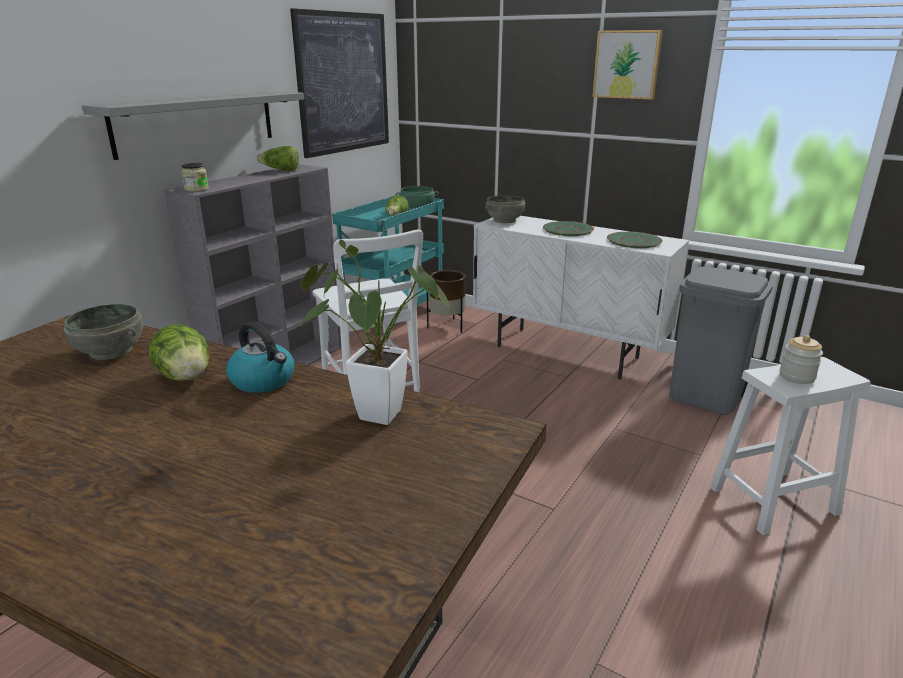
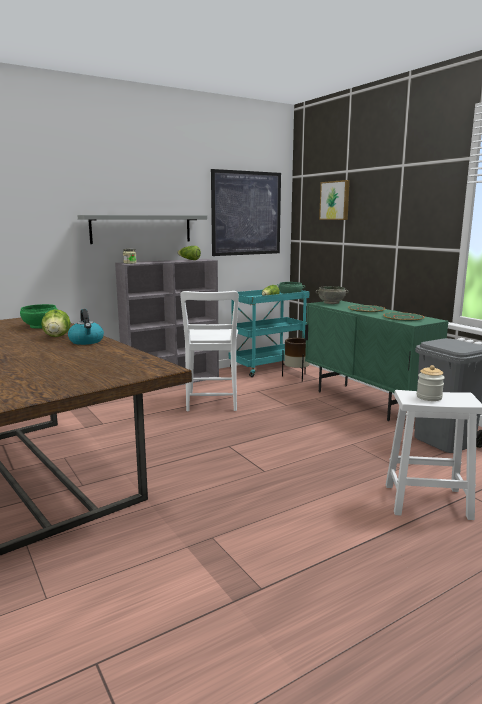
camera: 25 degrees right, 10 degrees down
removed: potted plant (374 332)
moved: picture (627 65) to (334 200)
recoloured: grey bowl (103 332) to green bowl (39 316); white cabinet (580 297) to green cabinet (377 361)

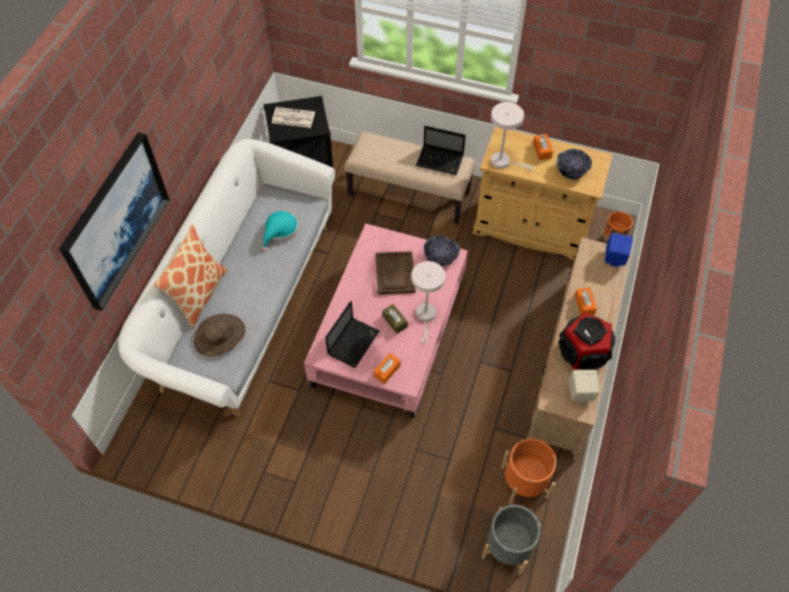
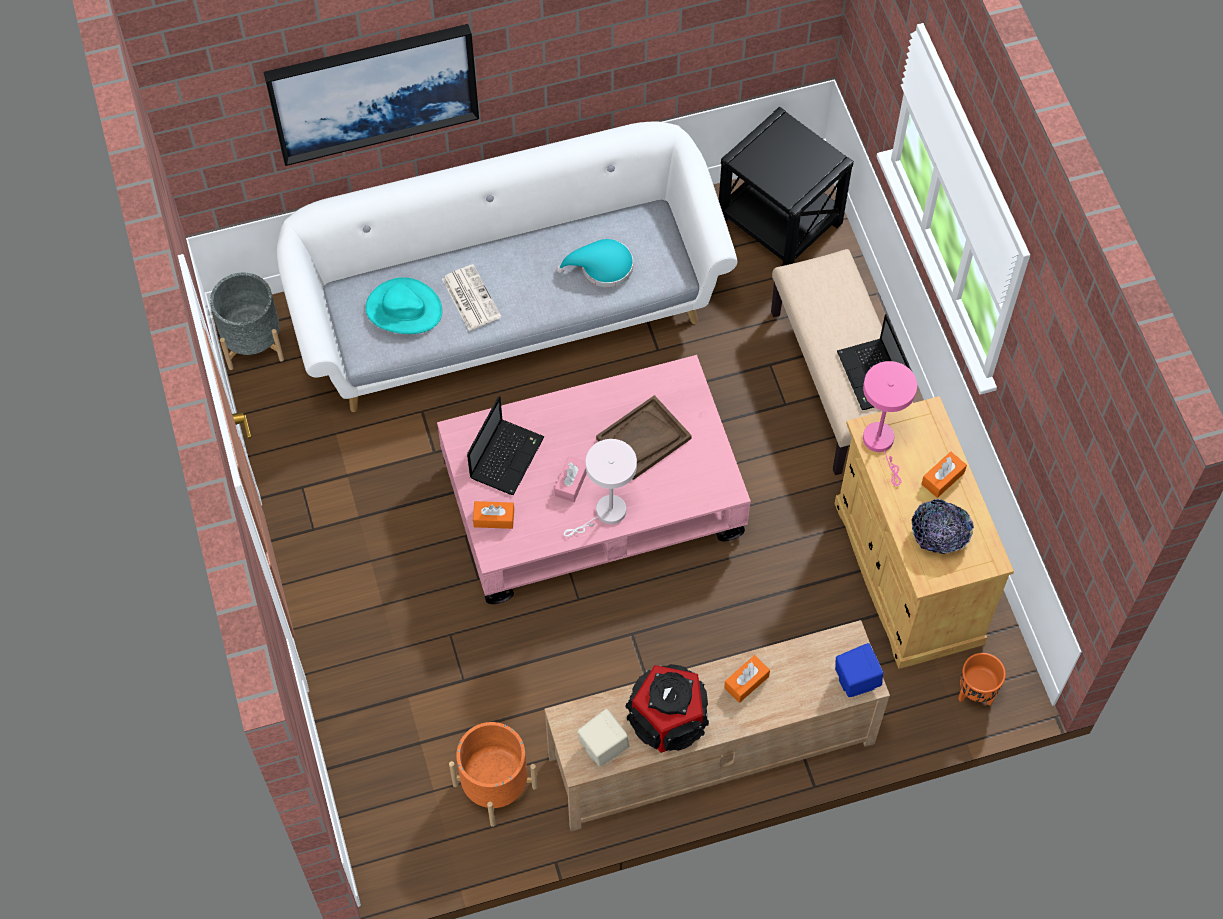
camera: 55 degrees right, 5 degrees up
removed: pillow (190 276); bowl (442 250)
moved: newspaper (293 117) to (472 297); grey planter (511 540) to (247 321)
recoloured: brown hat (219 335) to turquoise hat (404 305); brown tissue box (395 319) to pink tissue box (571 479); white table lamp (512 136) to pink table lamp (890 423)
turned: laptop (352 334) = (506 445) 60 degrees counterclockwise

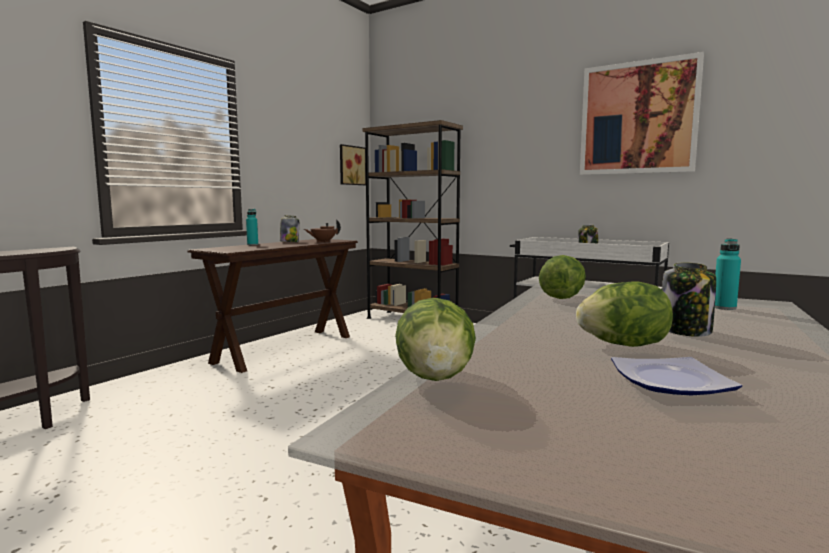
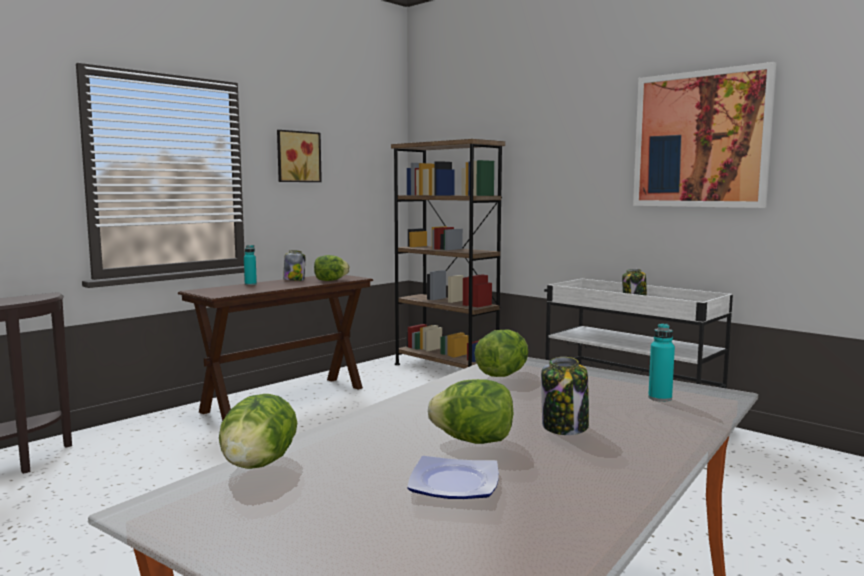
camera: 10 degrees right, 0 degrees up
moved: picture (353 164) to (299 156)
replaced: brown teapot (322 231) to lettuce (332 268)

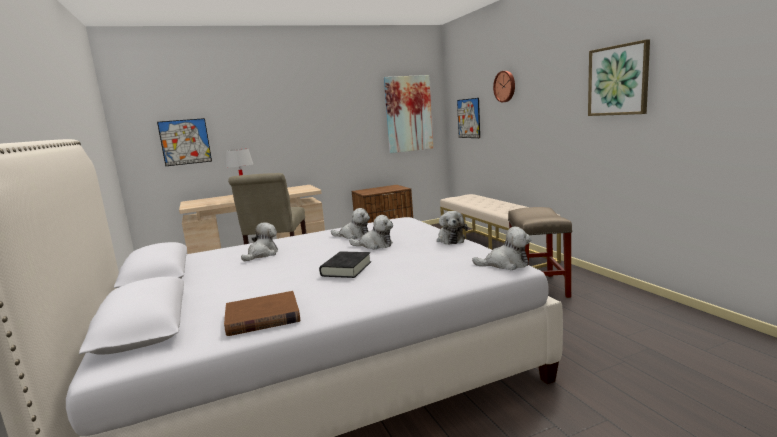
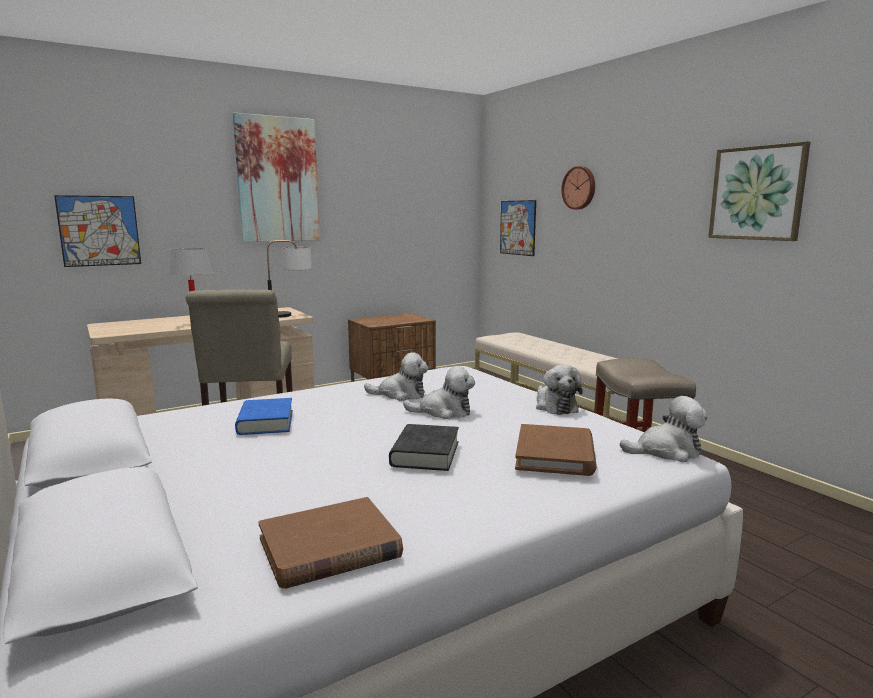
camera: 10 degrees left, 0 degrees up
added: table lamp (289 279); brown book (556 450)
moved: picture (408 114) to (276 177)
replaced: plush toy (259 242) to blue book (264 416)

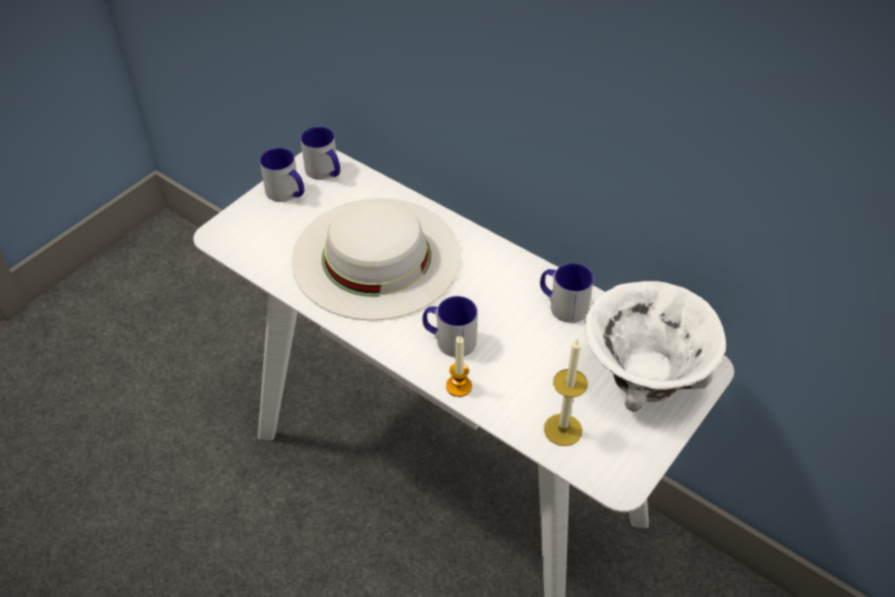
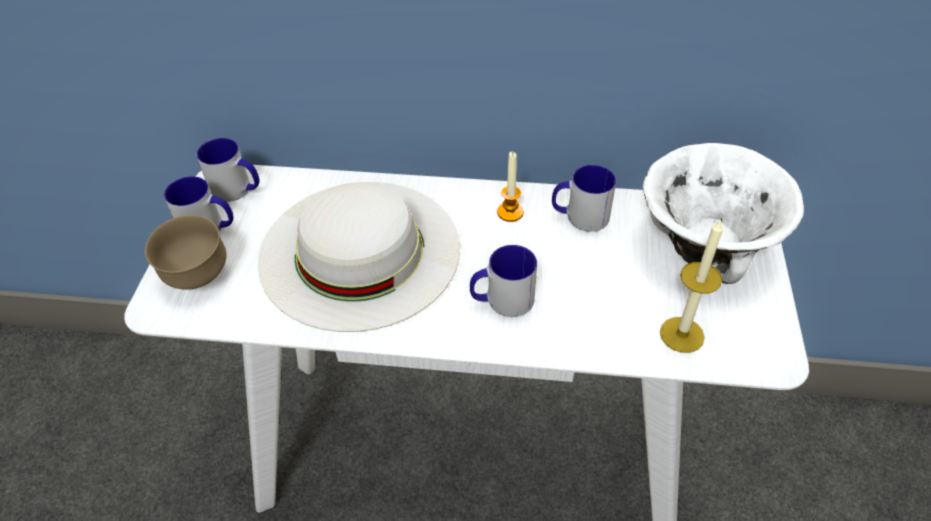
camera: 30 degrees left, 0 degrees up
added: brown bowl (185 252)
moved: candle (459 366) to (510 187)

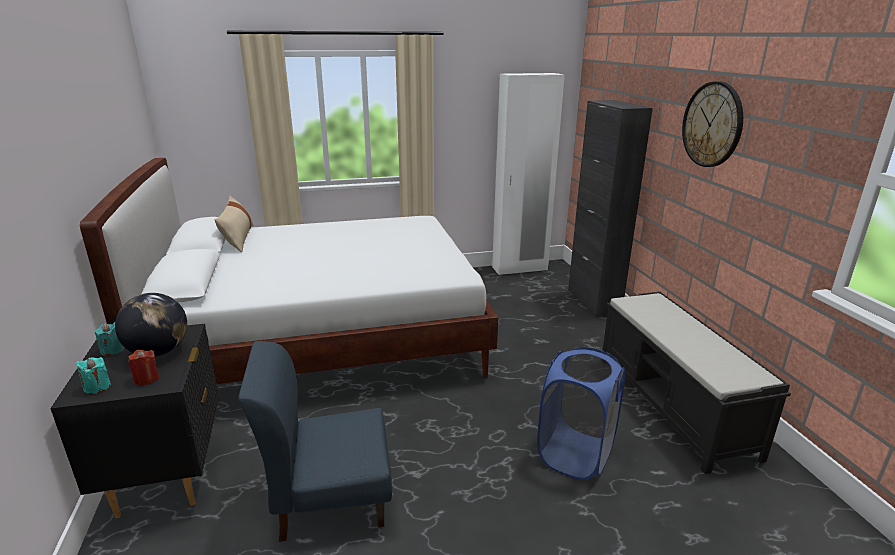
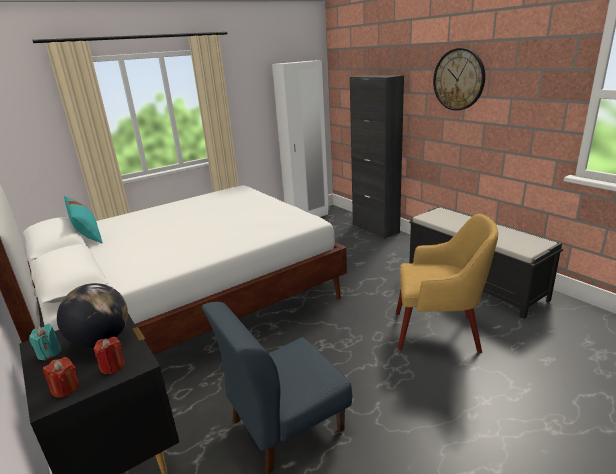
camera: 20 degrees left, 0 degrees up
replaced: blue laundry basket (581 413) to yellow armchair (447 284)
recoloured: turquoise candle (93 375) to red candle (61 377); beige pillow (233 224) to turquoise pillow (83 219)

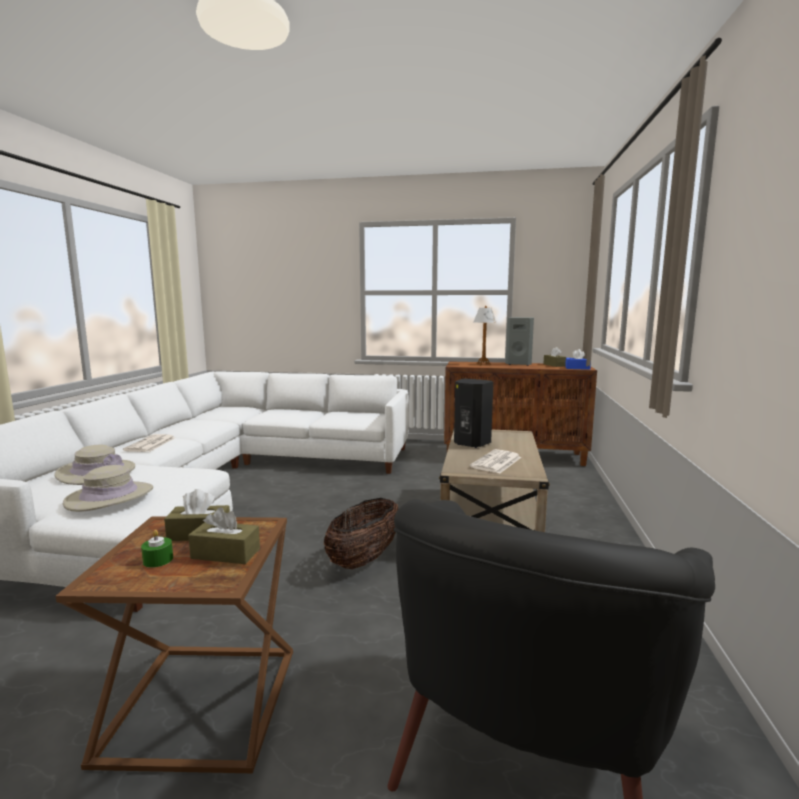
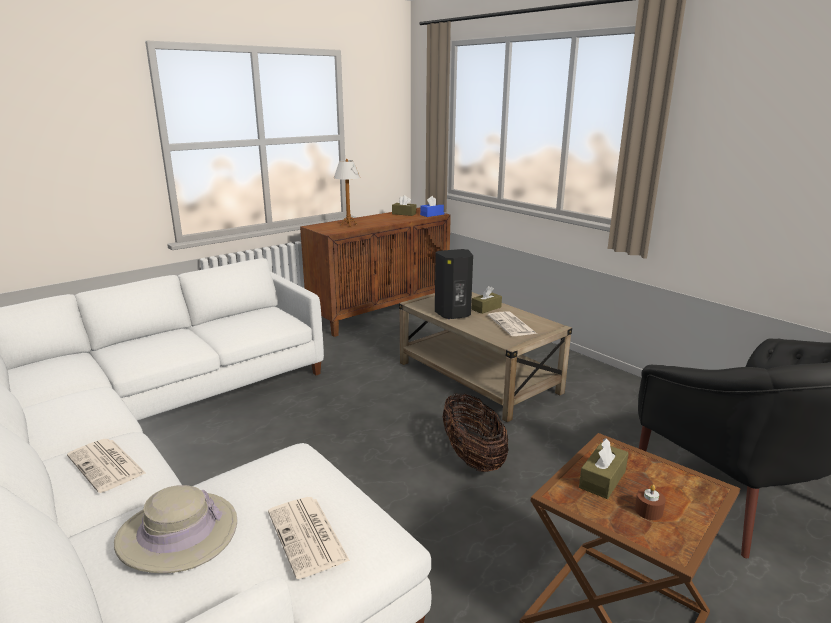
camera: 50 degrees left, 10 degrees up
removed: grey speaker (520 341)
moved: brown tissue box (224 535) to (486 300)
replaced: beige hat (108 488) to newspaper (309 538)
recoloured: green candle (157 549) to brown candle (650 502)

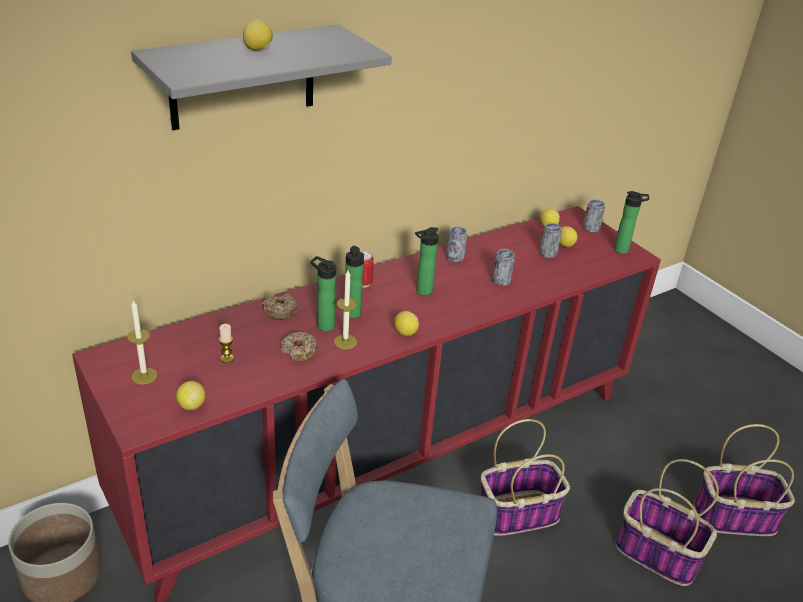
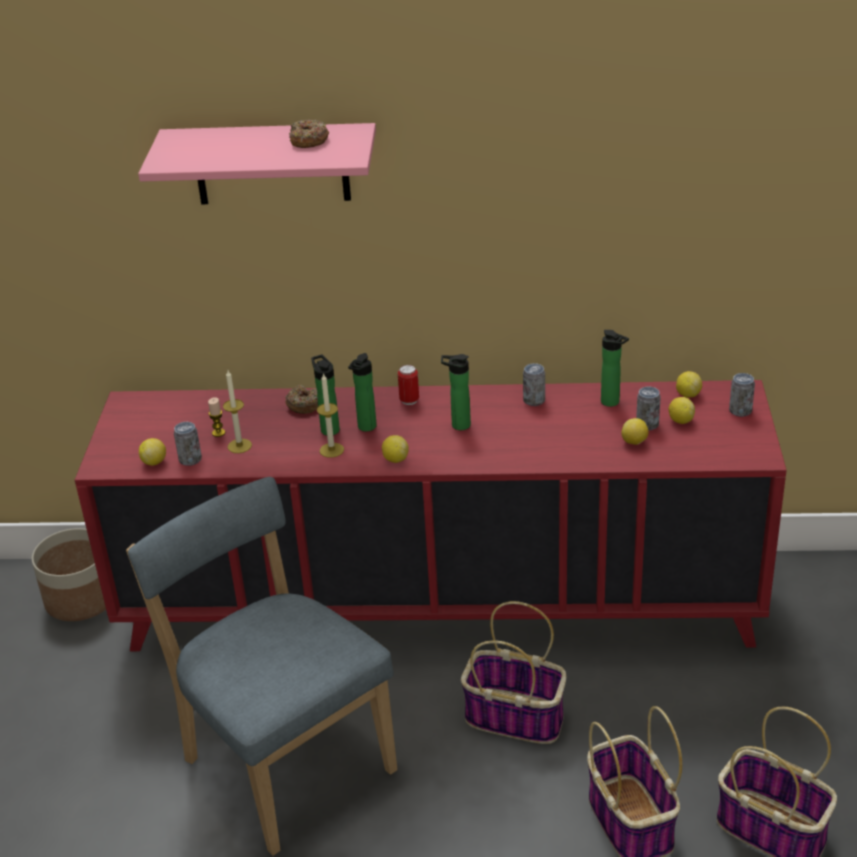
camera: 40 degrees right, 0 degrees up
moved: candle (142 342) to (237 411); lemon (258 35) to (635 431); donut (299 347) to (309 134); can (503 267) to (188 444); bottle (631 222) to (615 368)
recoloured: grey shelf (261 77) to pink shelf (257 163)

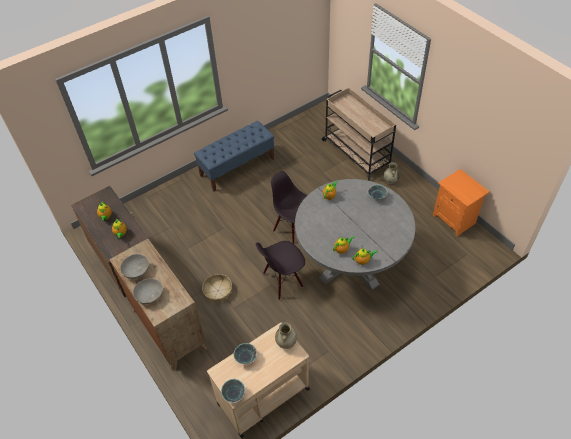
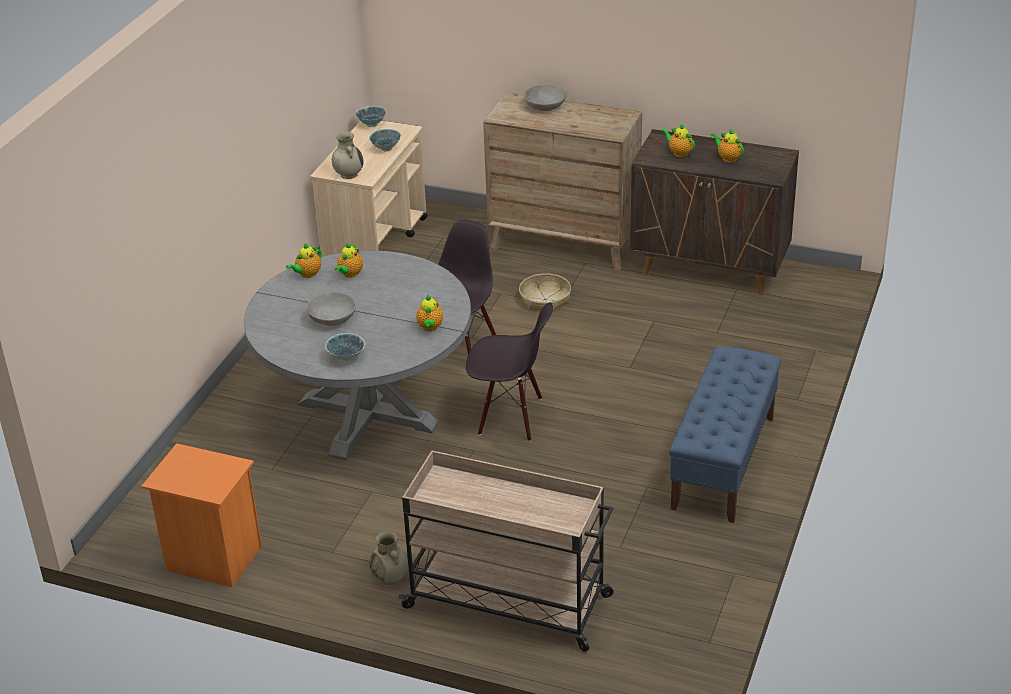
camera: 145 degrees right, 15 degrees down
moved: grey bowl (134 266) to (331 309)

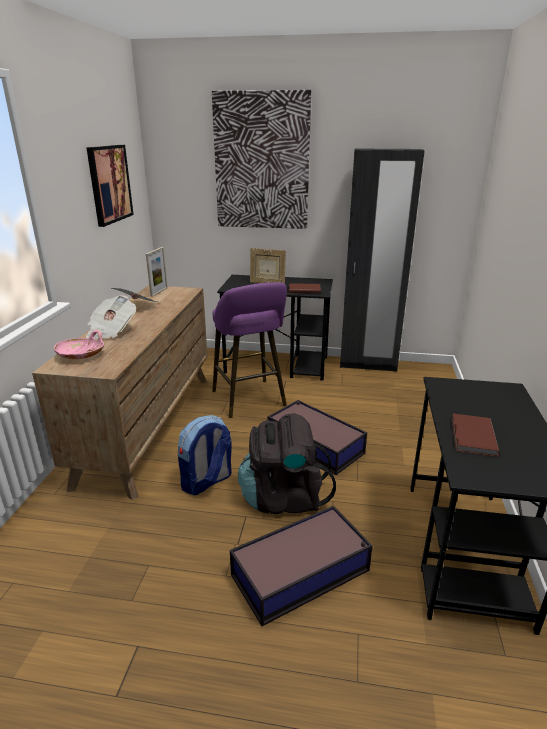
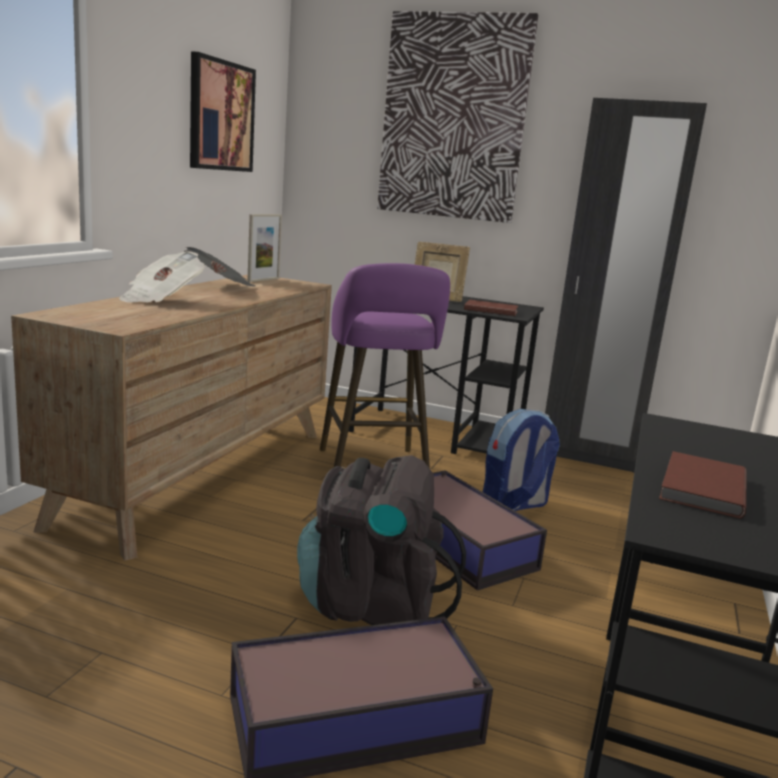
camera: 10 degrees right, 10 degrees down
removed: pink bowl (79 344)
moved: backpack (205 455) to (521 460)

